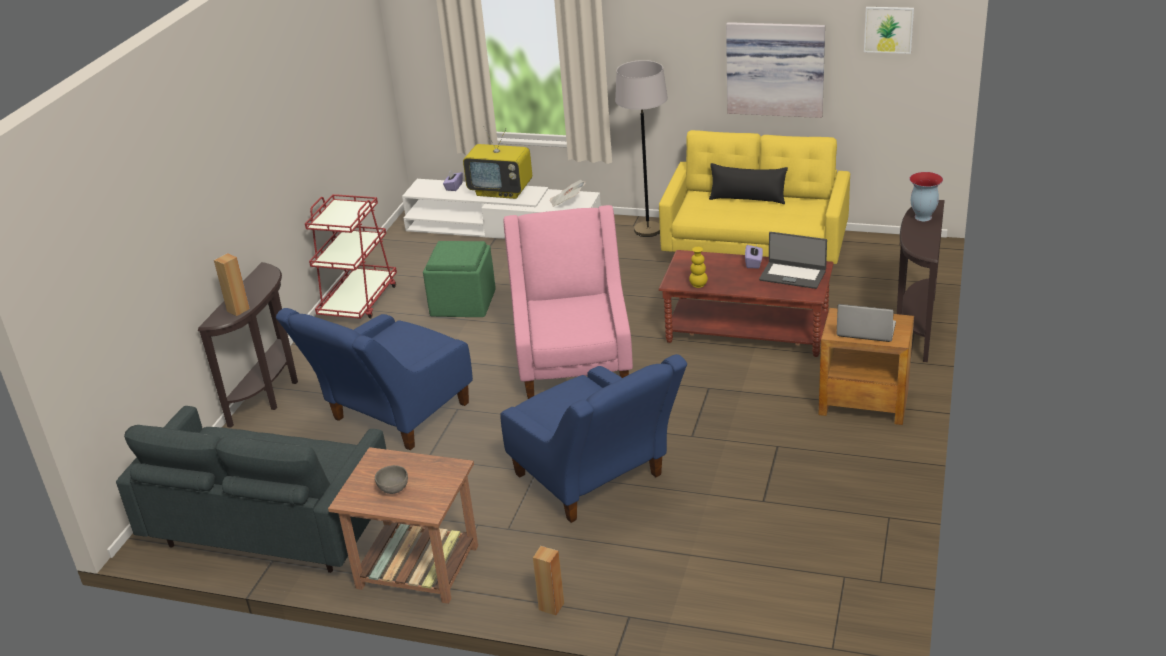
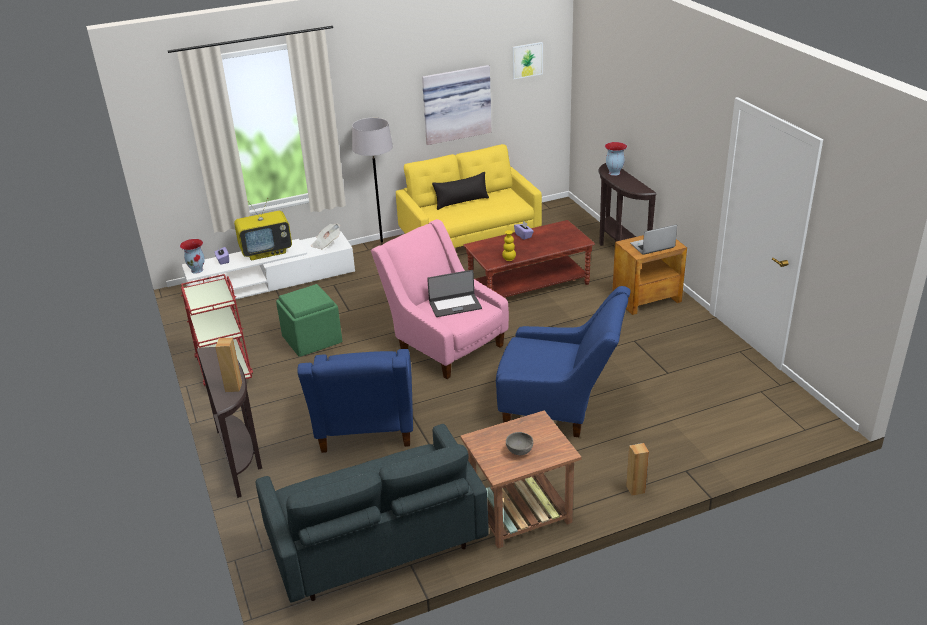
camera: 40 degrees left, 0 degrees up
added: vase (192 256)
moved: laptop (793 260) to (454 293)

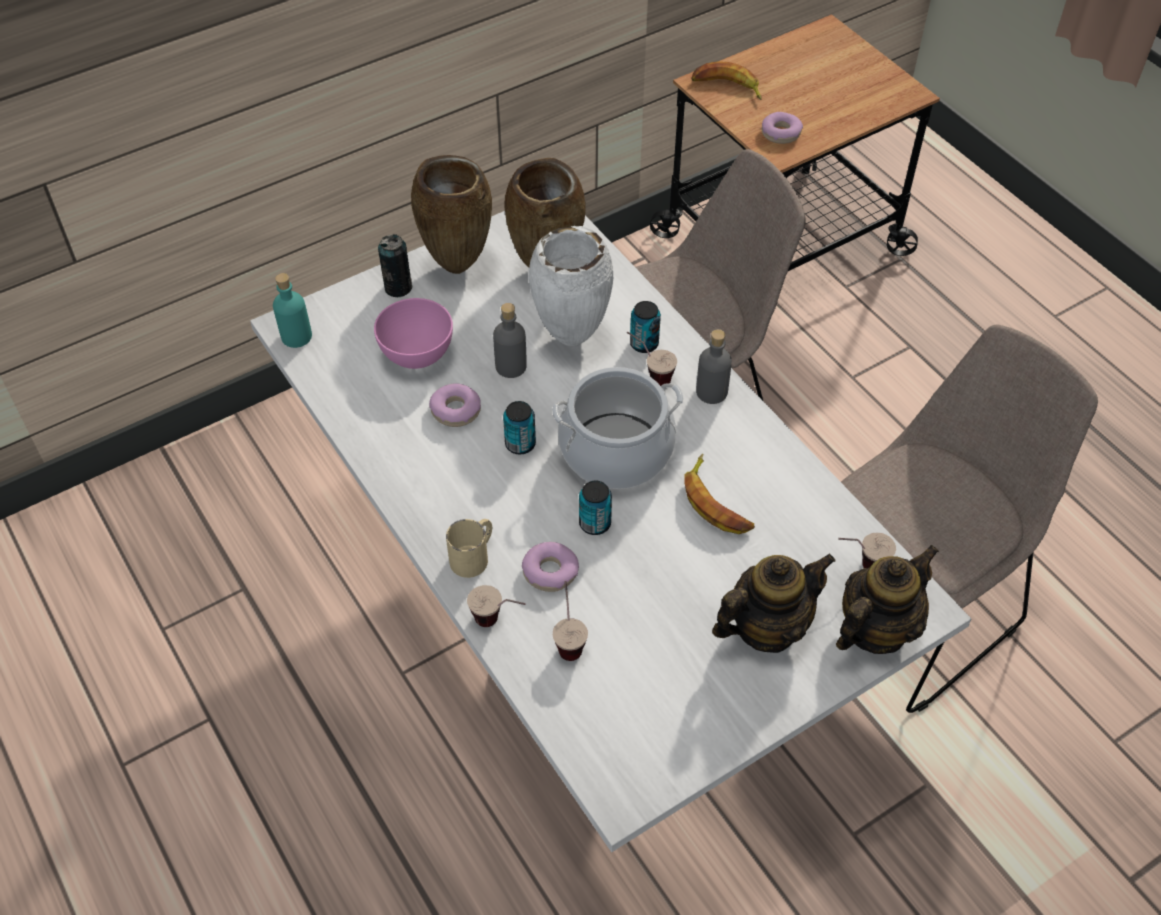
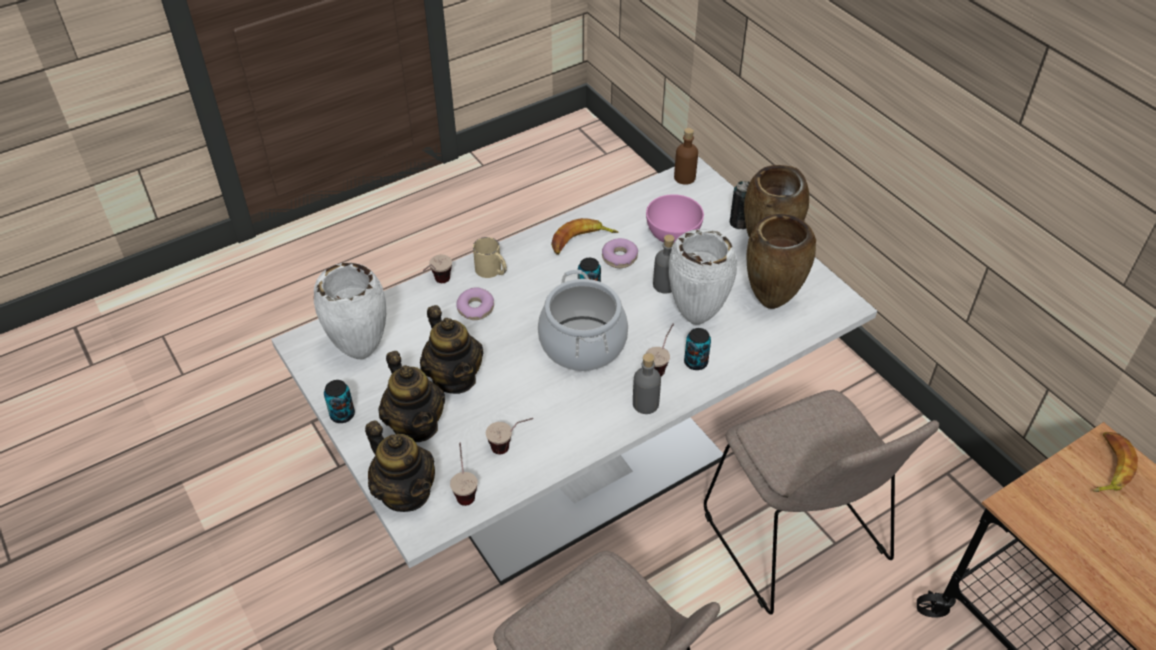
camera: 90 degrees right, 5 degrees down
removed: donut (782 128)
added: white vase (350 311); teapot (451 349)
moved: cup (570 621) to (509 436); can (595 507) to (339 401); banana (719 494) to (585 236)
recoloured: turquoise bottle (292 310) to brown bottle (686 156)

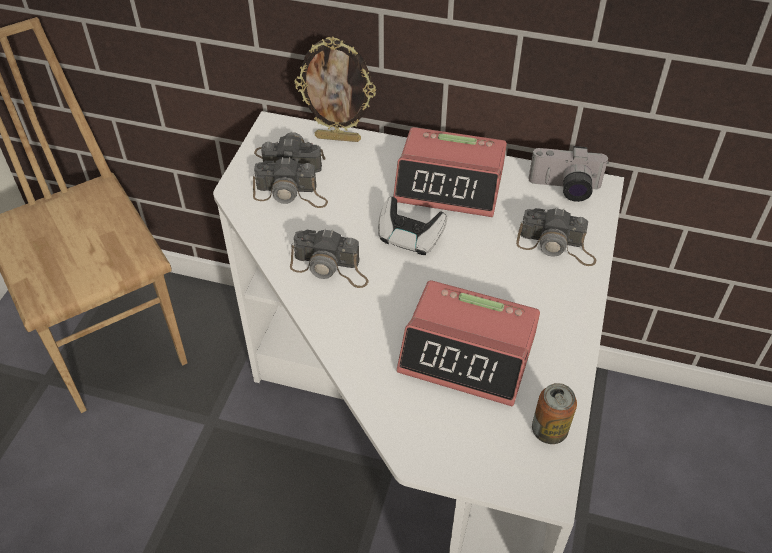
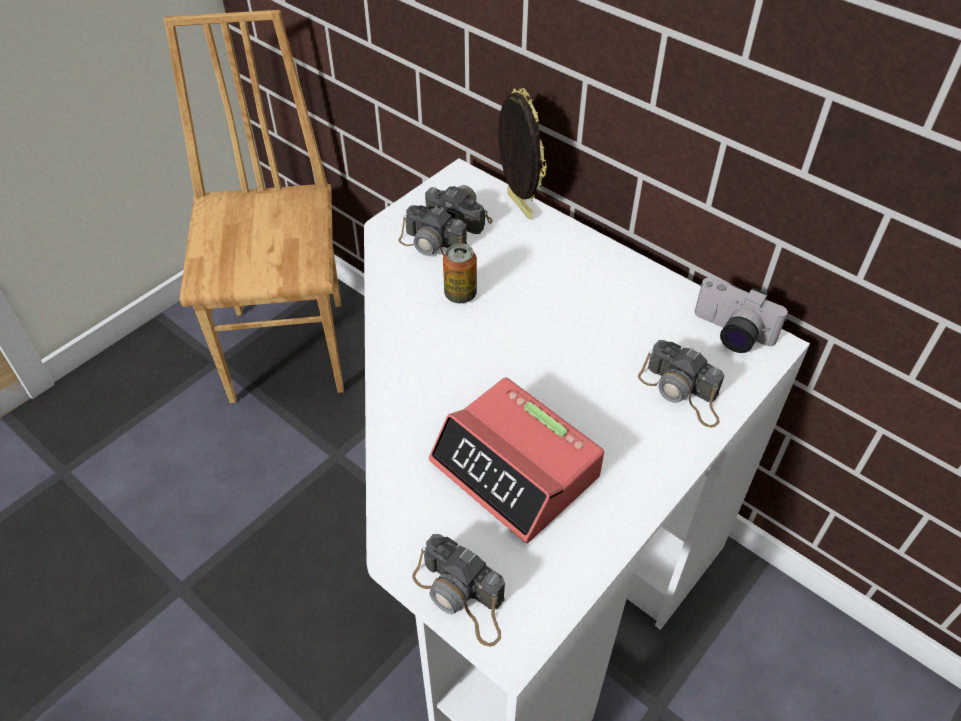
camera: 25 degrees right, 0 degrees up
removed: game controller (412 226); alarm clock (450 172)
moved: photo camera (329 258) to (458 590); can (554 413) to (460 273)
turned: picture frame (335 89) = (522 153) 150 degrees counterclockwise

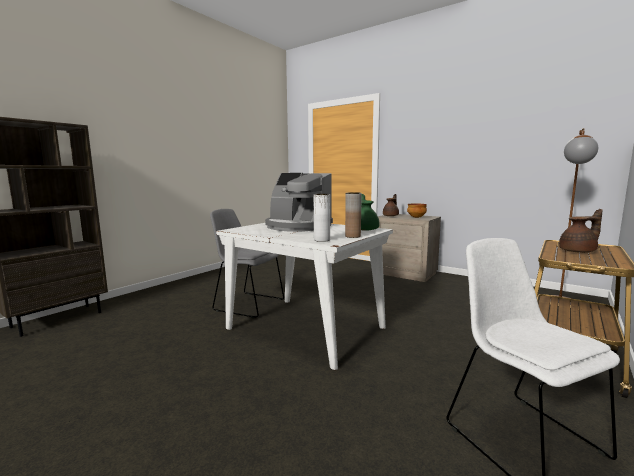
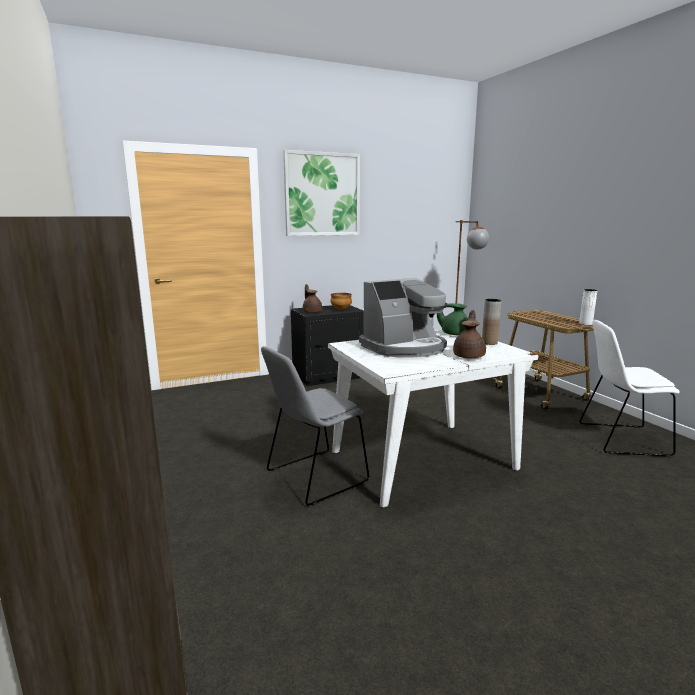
camera: 60 degrees left, 5 degrees up
added: picture (321 193)
moved: white vase (322 218) to (588 307); brown teapot (580 231) to (469 334)
recoloured: beige nightstand (409 248) to black nightstand (327 345)

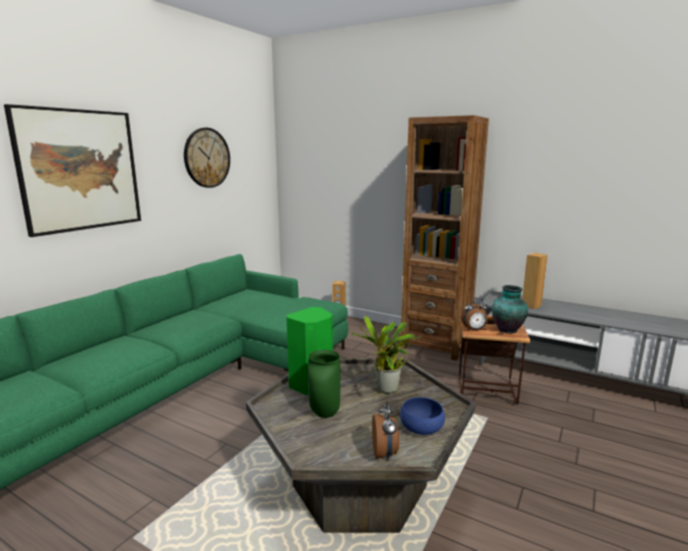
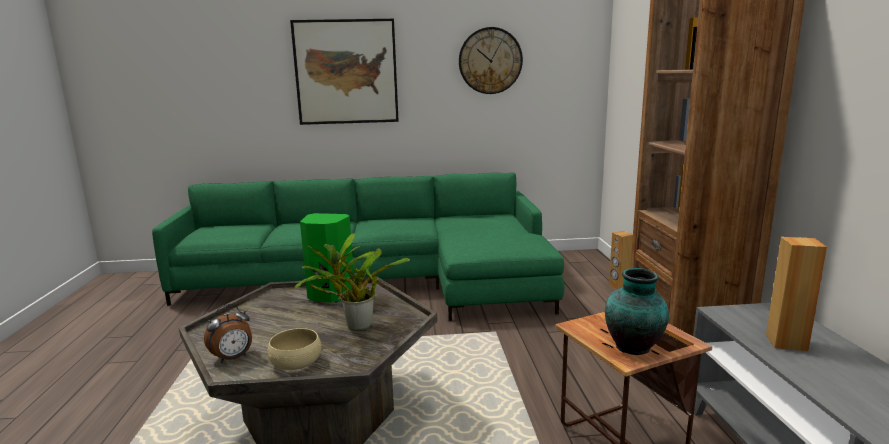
camera: 55 degrees right, 0 degrees up
removed: green vase (324 384); alarm clock (474 314)
recoloured: blue bowl (422 416) to beige bowl (294 349)

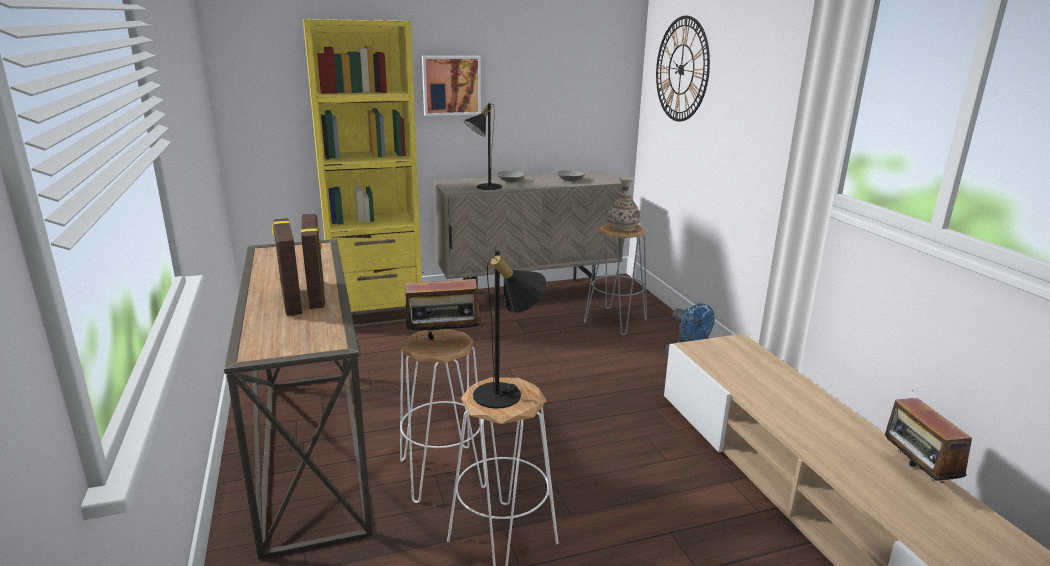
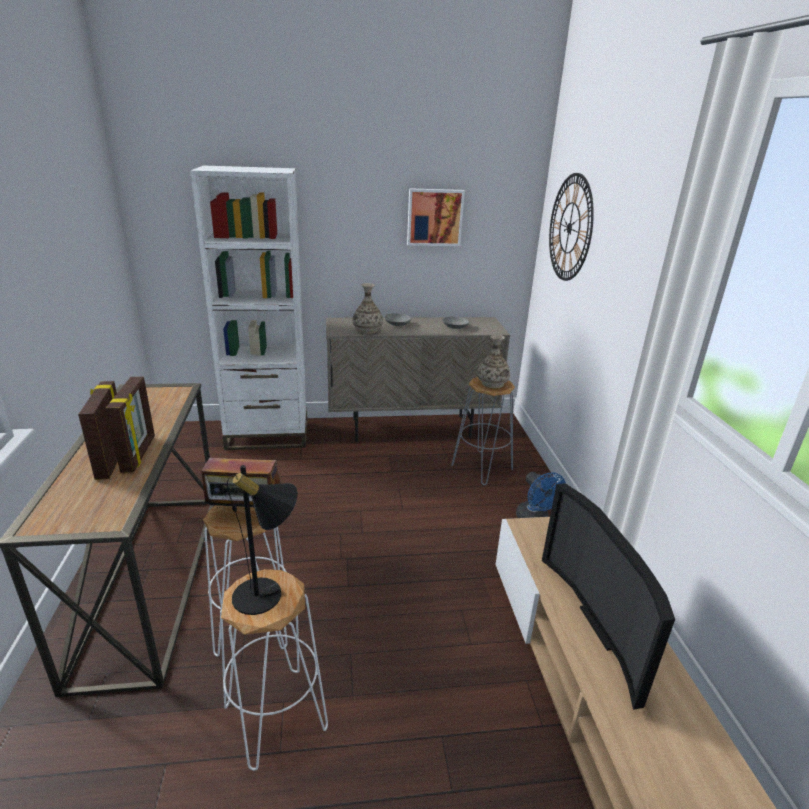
camera: 10 degrees right, 5 degrees up
removed: radio (928 437)
added: television (608 596)
moved: picture (451 86) to (436 217)
replaced: black table lamp (483 146) to vase (367 308)
recoloured: yellow bookcase (362 174) to white bookcase (248 307)

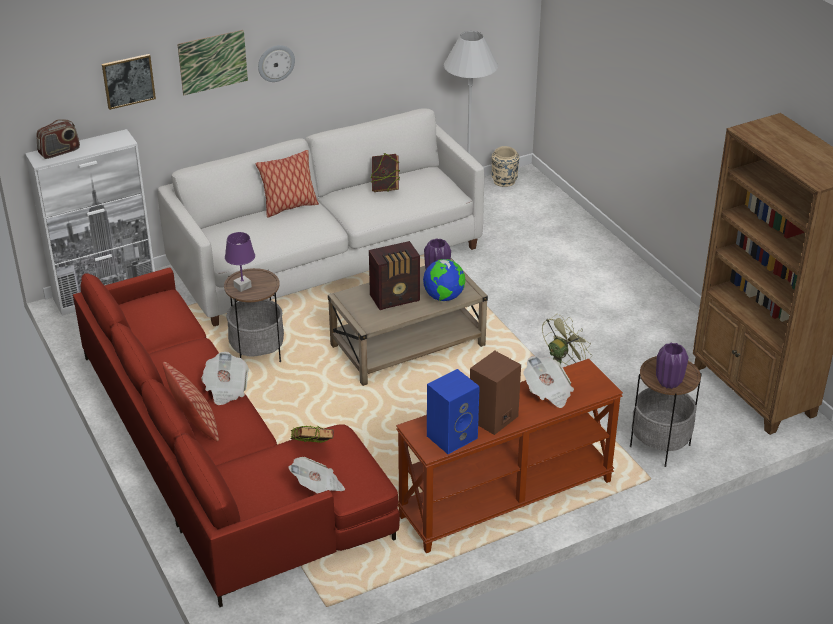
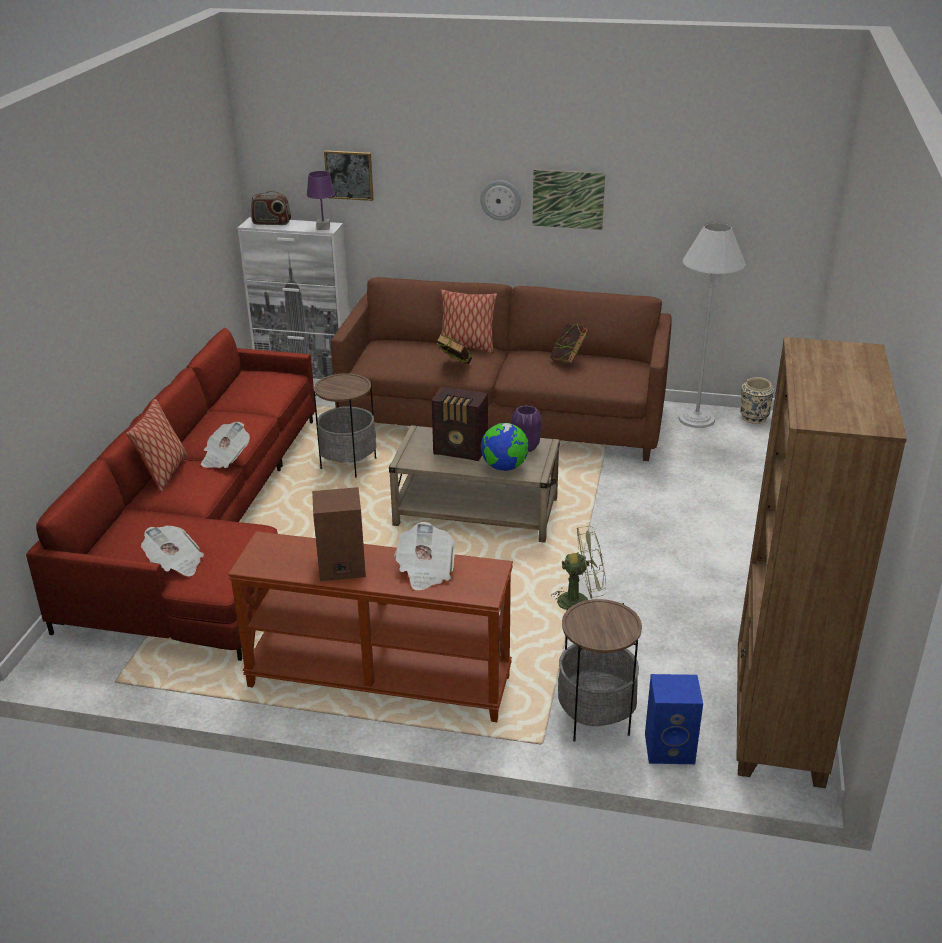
camera: 40 degrees right, 5 degrees down
removed: purple vase (672 366)
moved: picture (212 62) to (568 200); purple table lamp (240 262) to (320 200); book (312 434) to (454 349); blue speaker (453 411) to (674 719)
recoloured: white sofa (321 217) to brown sofa (501 369)

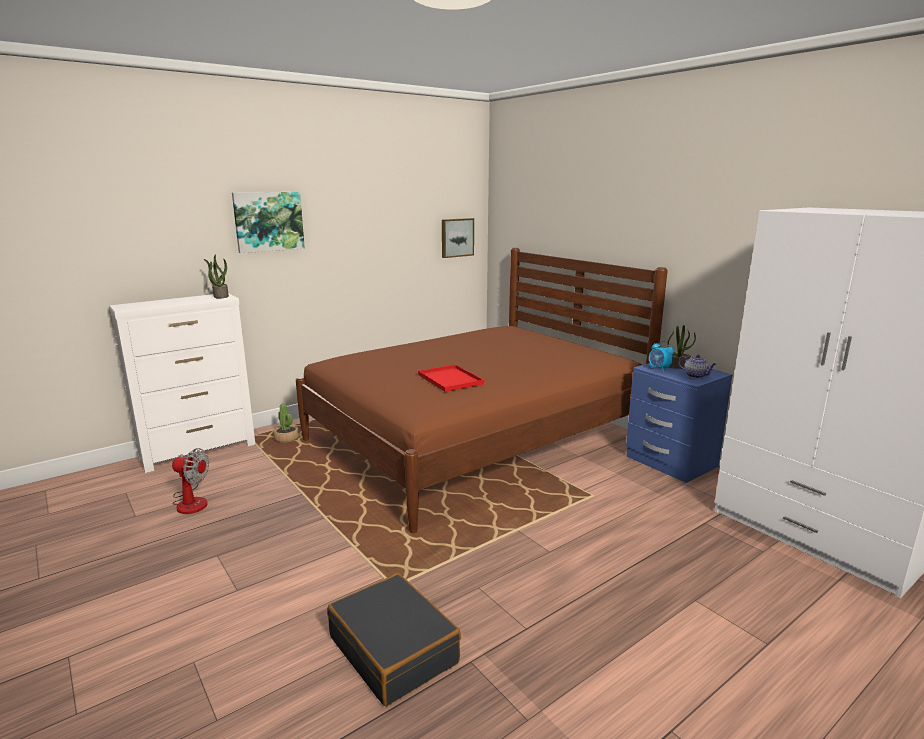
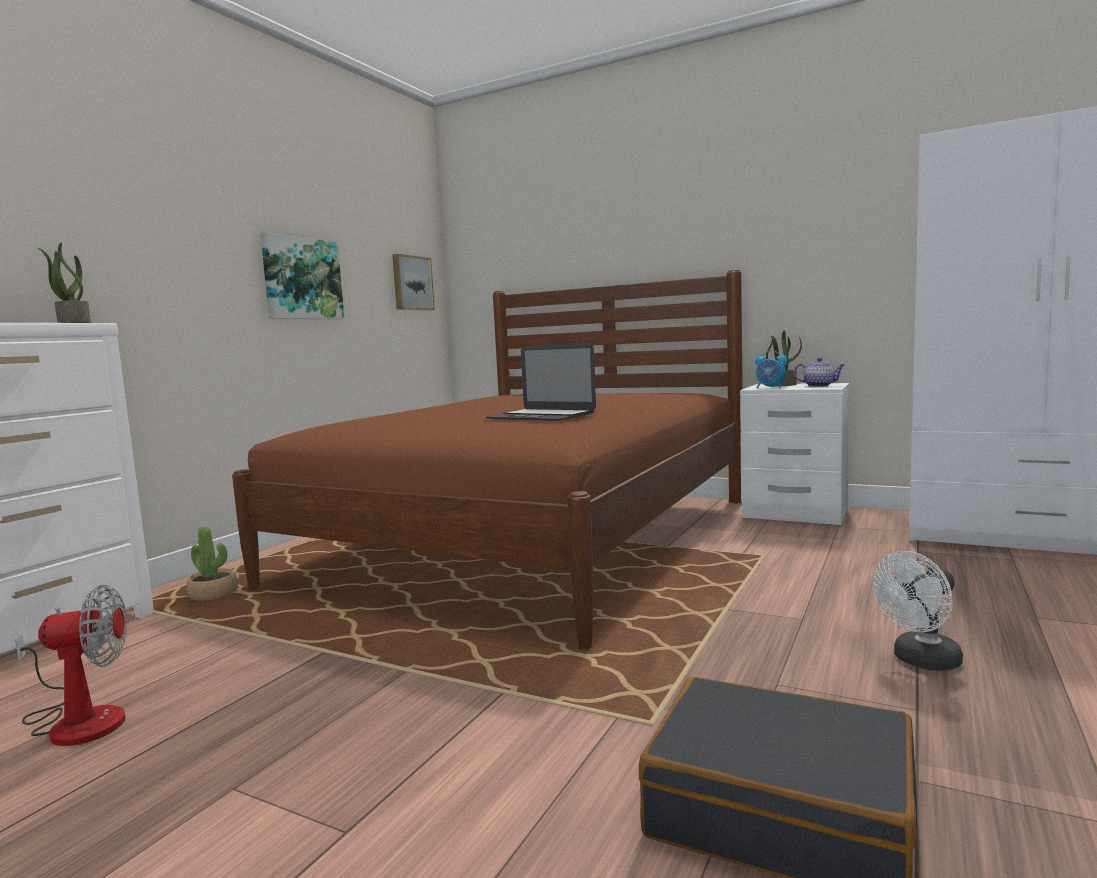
camera: 25 degrees left, 10 degrees down
added: white fan (918 611)
moved: picture (268 222) to (302 275)
replaced: red tray (451 378) to laptop (541 382)
recoloured: blue nightstand (679 423) to white nightstand (795 454)

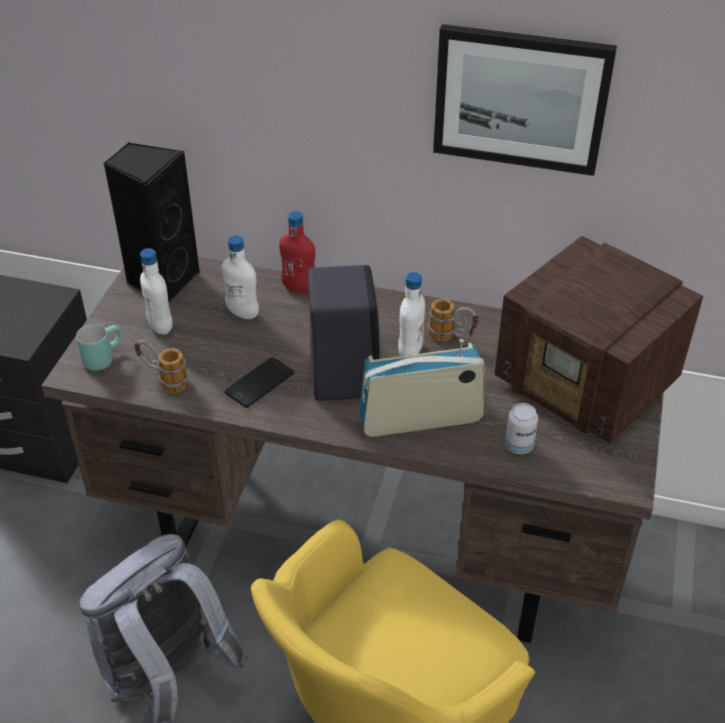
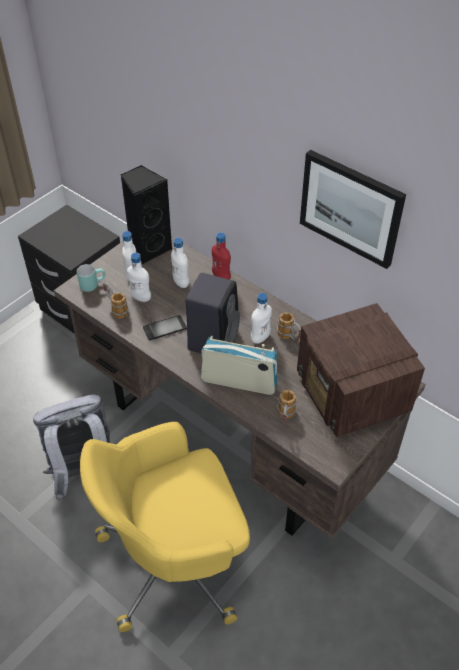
camera: 25 degrees right, 5 degrees up
added: white bottle (139 277)
replaced: can (521 428) to mug (287 407)

